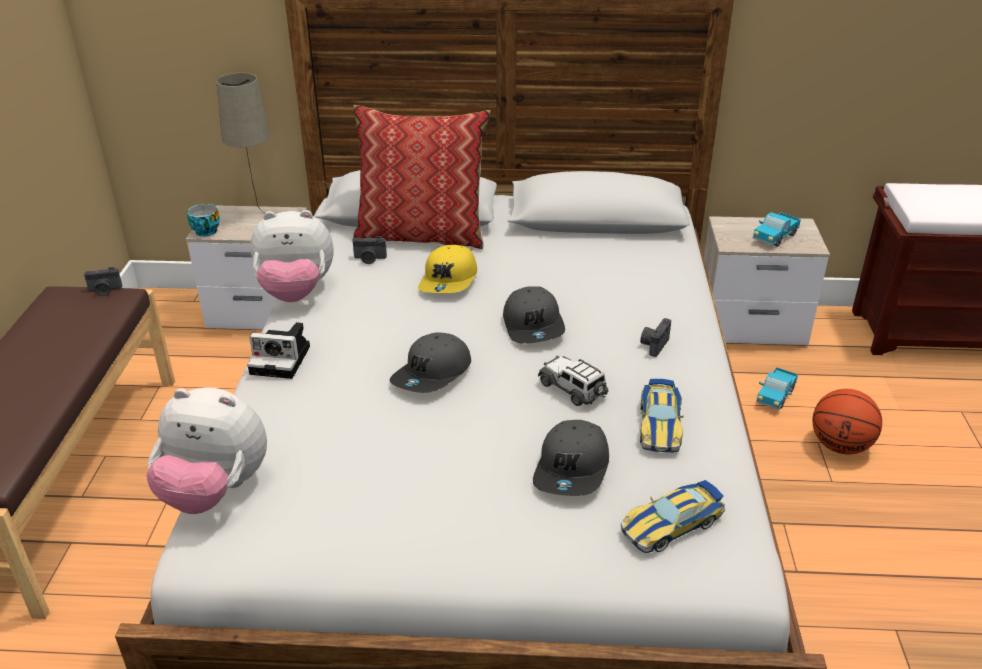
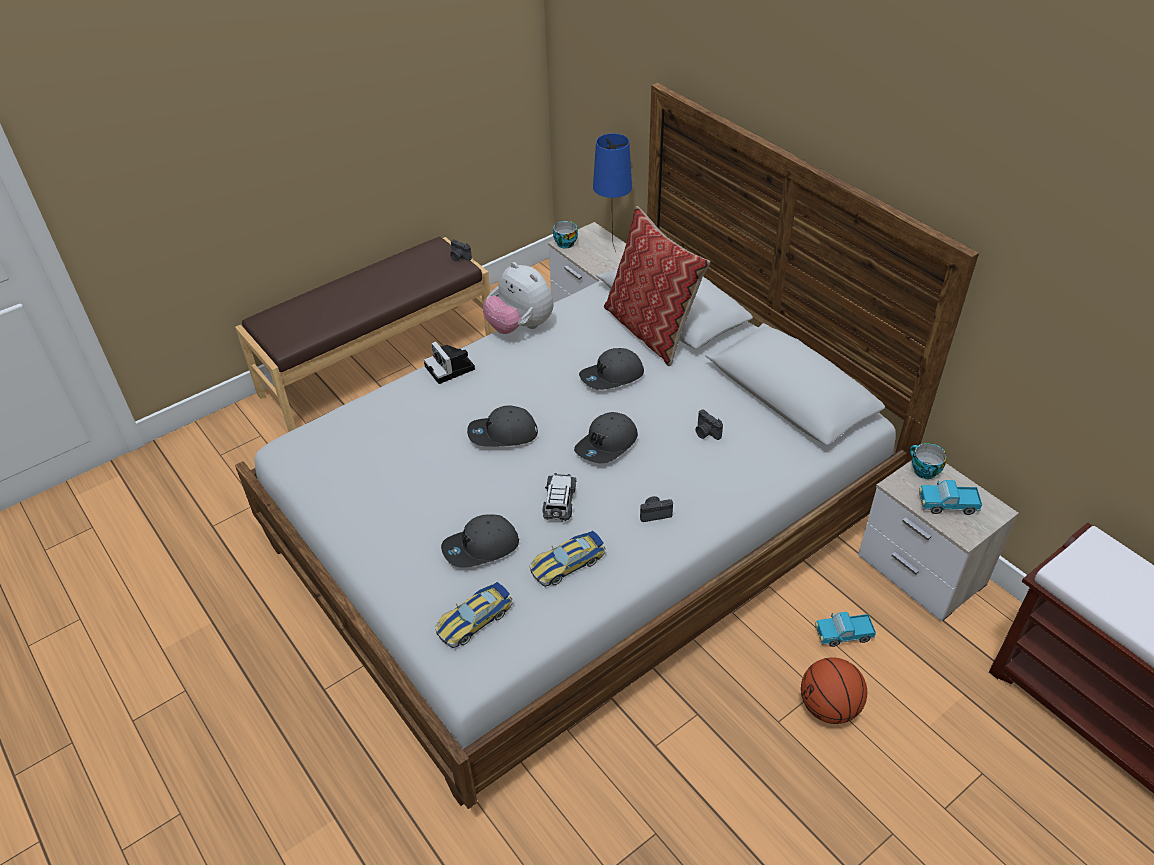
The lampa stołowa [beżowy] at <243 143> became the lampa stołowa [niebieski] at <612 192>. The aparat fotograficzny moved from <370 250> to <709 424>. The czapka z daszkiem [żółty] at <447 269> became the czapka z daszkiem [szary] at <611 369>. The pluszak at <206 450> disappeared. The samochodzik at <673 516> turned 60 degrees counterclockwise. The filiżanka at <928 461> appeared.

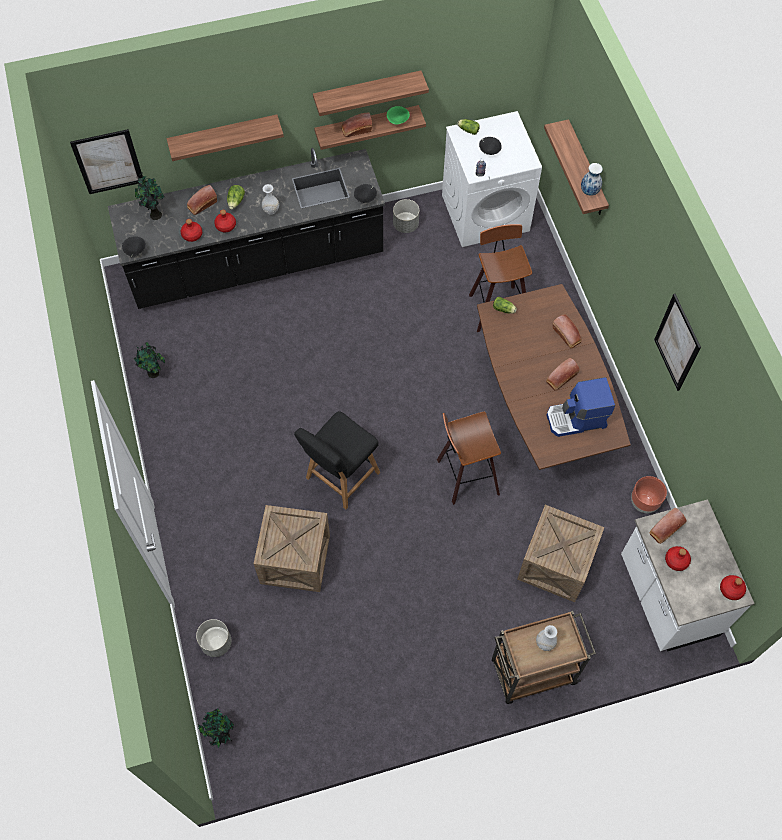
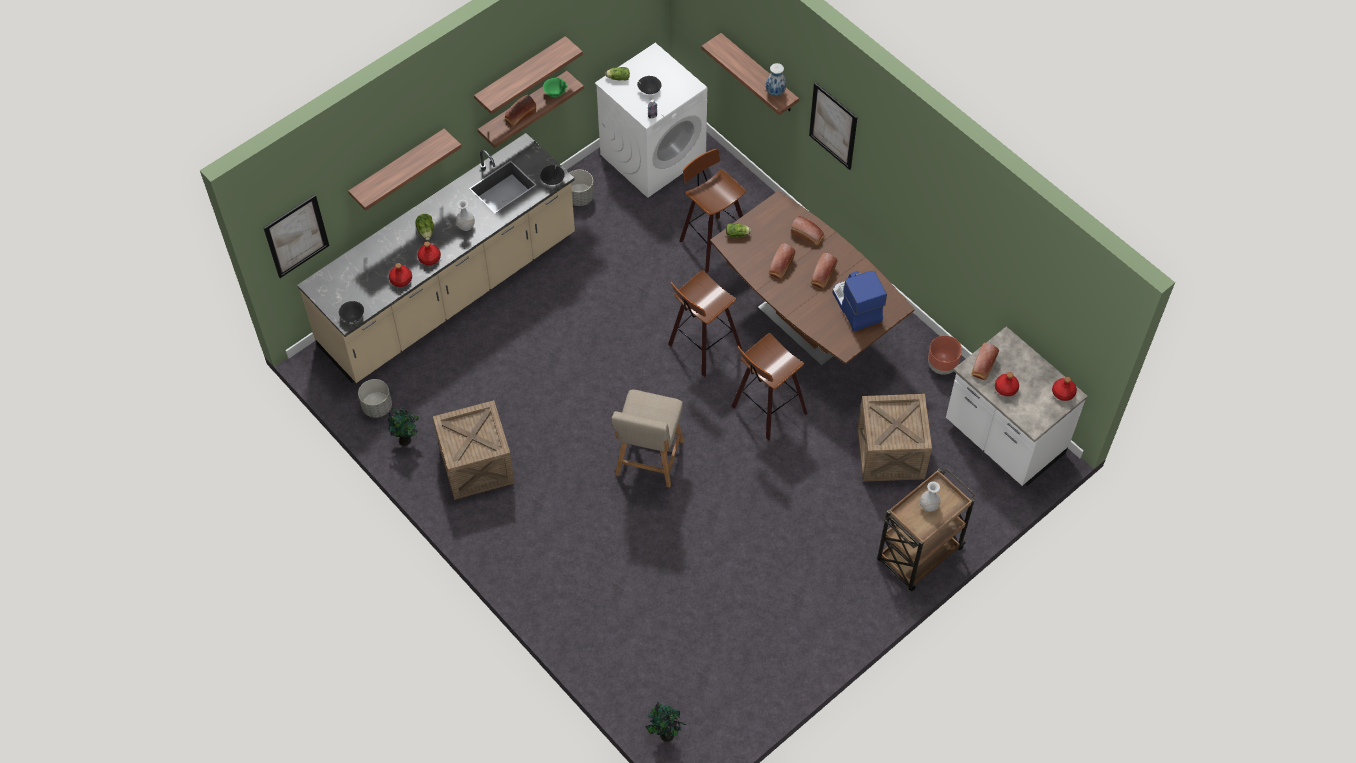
The zabudowa kuchenna [czarny] at <246 228> became the zabudowa kuchenna [beżowy] at <436 258>. The roślina doniczkowa at <149 196> disappeared. The chleb moved from <202 200> to <782 261>. The obraz moved from <677 342> to <833 126>. The ekspres do kawy at <580 407> turned 105 degrees clockwise. The krzesło [czarny] at <337 460> became the krzesło [beżowy] at <647 438>. The skrzynka moved from <292 548> to <474 450>. The donica [szary] moved from <213 638> to <375 398>. The stołek at <705 323> appeared.

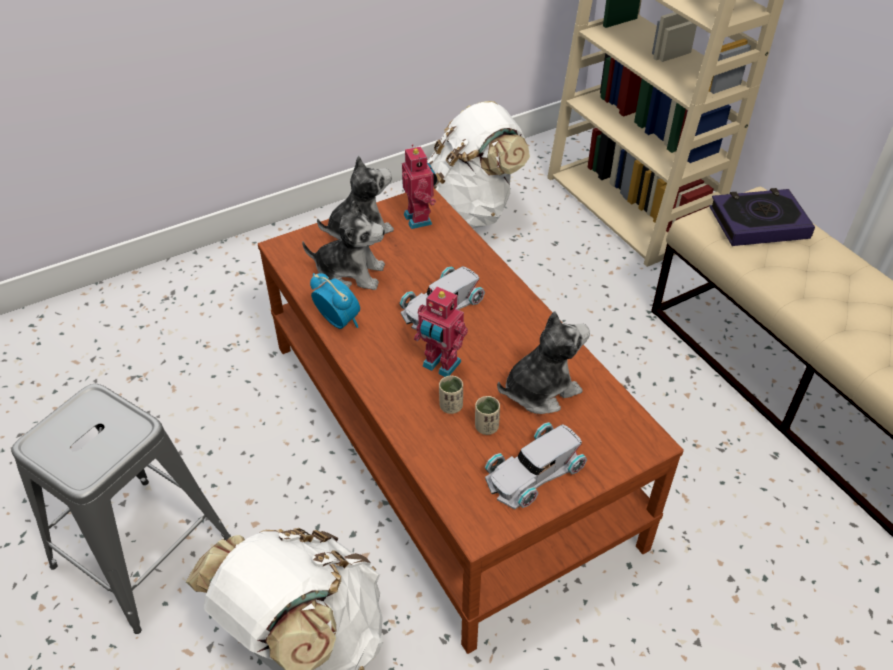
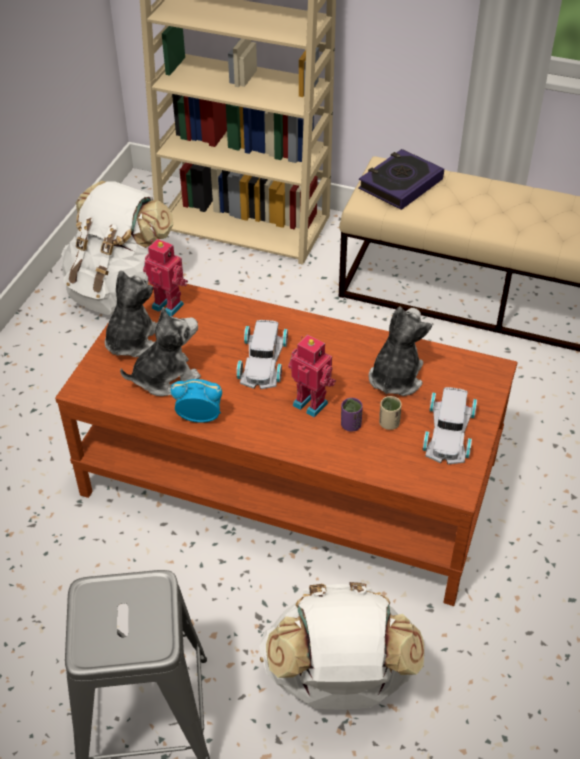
The robot zabawkowy at <441 332> turned 135 degrees counterclockwise. The filiżanka [beżowy] at <451 395> became the filiżanka [fioletowy] at <352 415>.

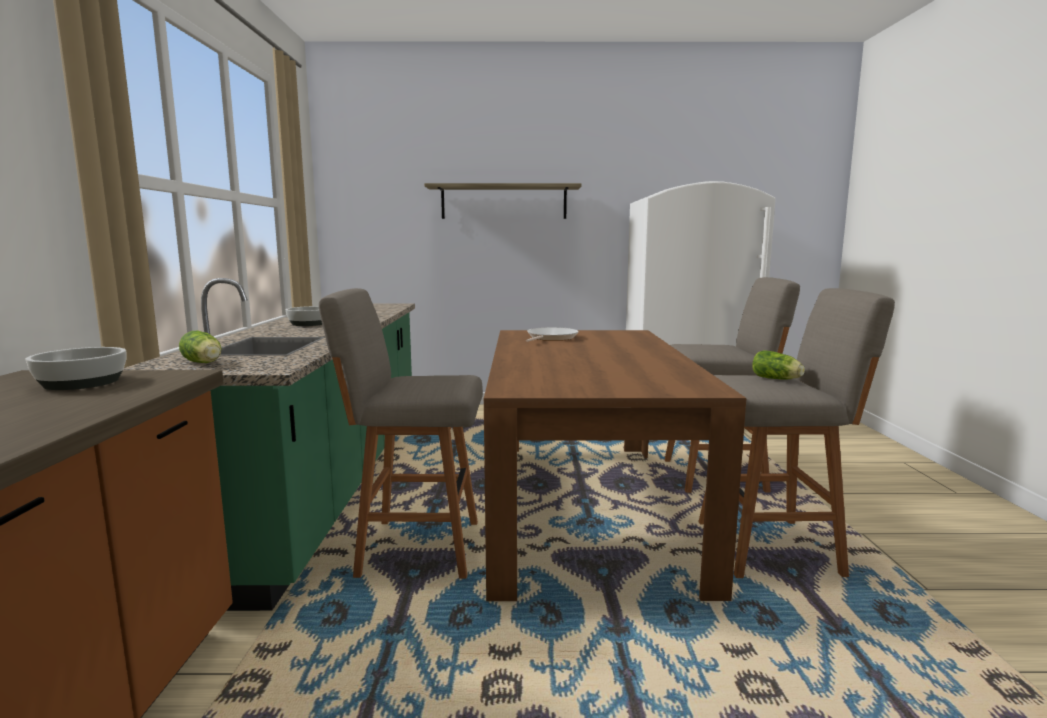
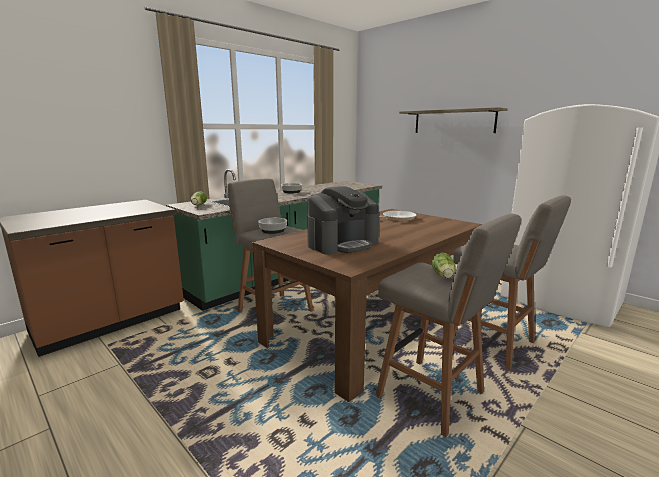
The miska moved from <75 368> to <272 226>. The ekspres do kawy at <343 220> appeared.

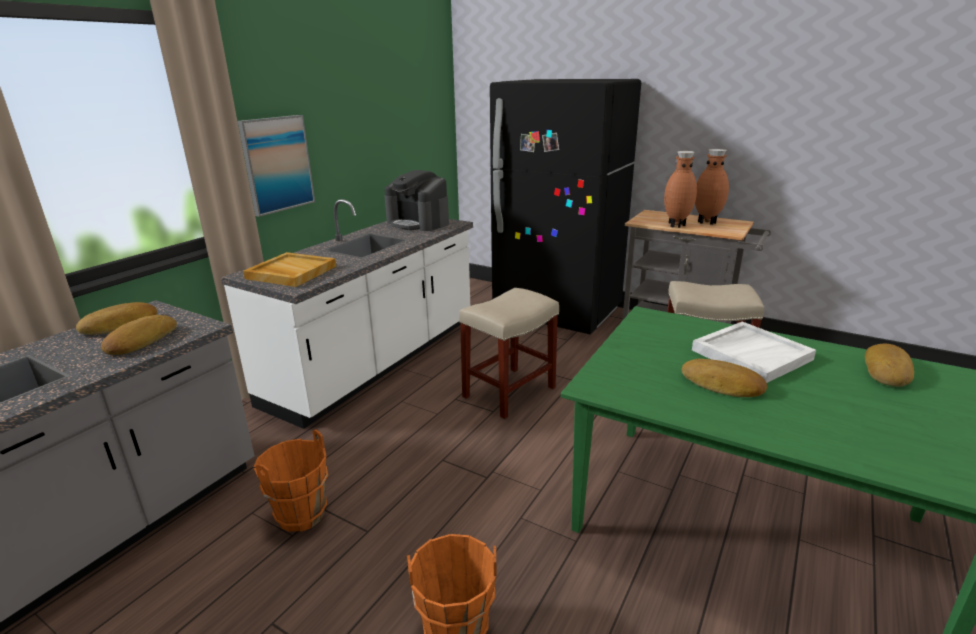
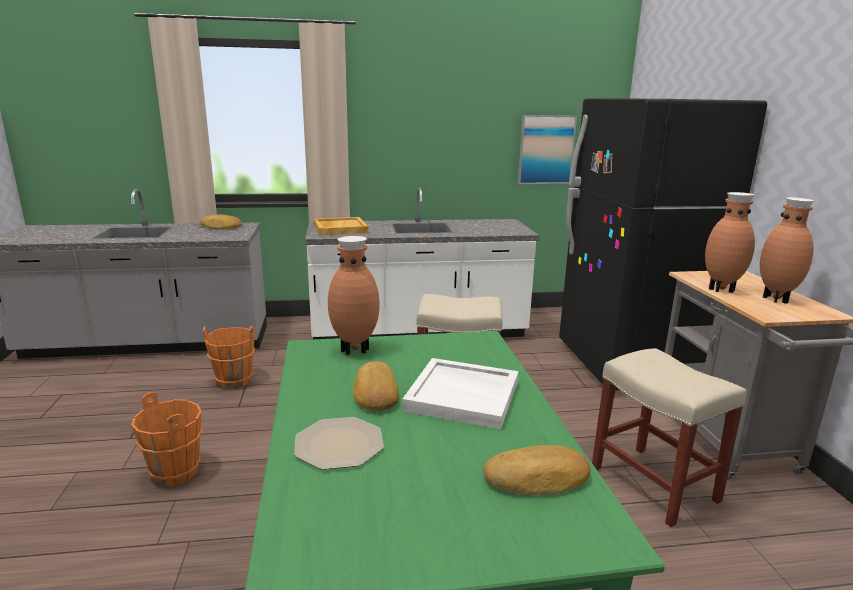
The obraz moved from <276 166> to <547 149>. The ekspres do kawy at <416 200> disappeared. The chleb at <139 335> disappeared. The wazon [brązowy] at <354 295> appeared. The talerz at <339 443> appeared.

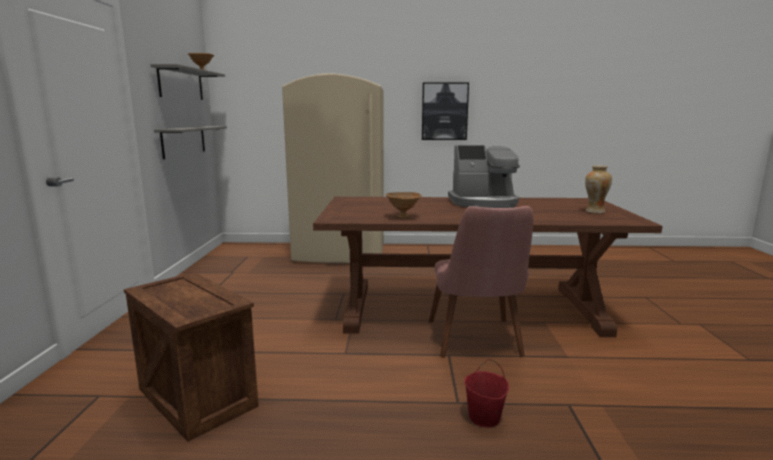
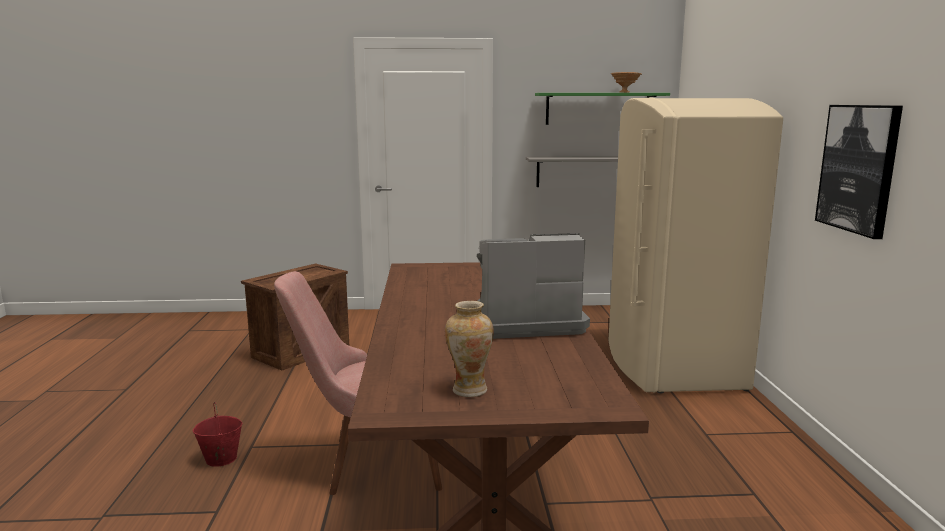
The półka [szary] at <187 82> became the półka [zielony] at <602 109>. The ekspres do kawy at <484 176> turned 90 degrees clockwise. The miska [brązowy] at <403 205> disappeared.

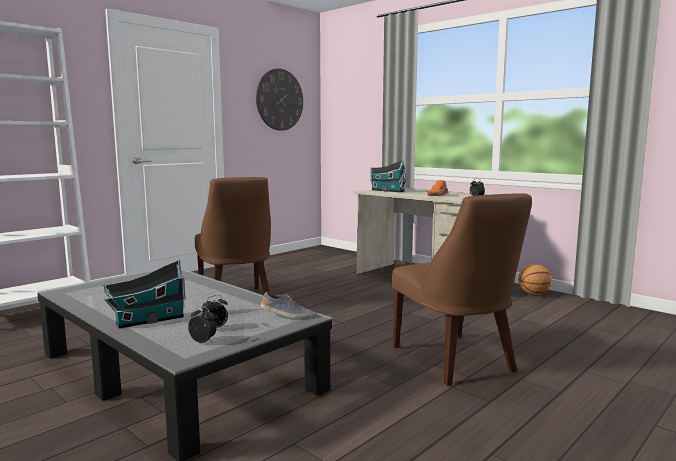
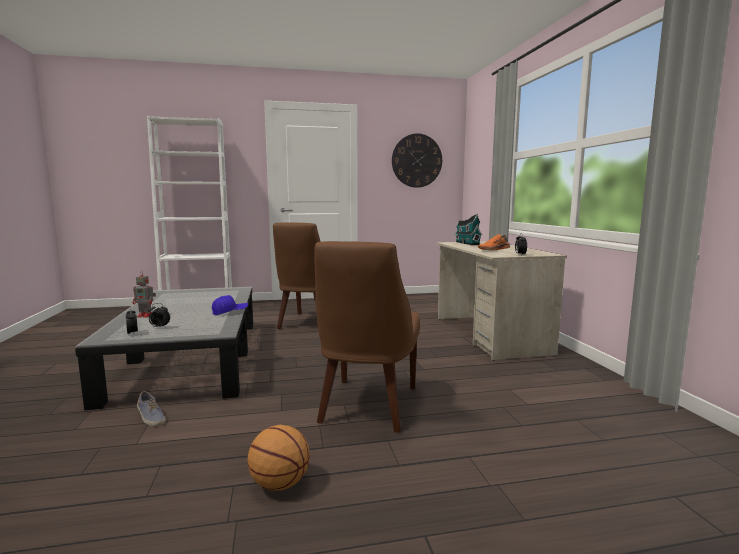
The domek at <144 294> was replaced by the robot zabawkowy at <144 294>. The piłka do koszykówki moved from <535 279> to <278 458>. The but moved from <287 305> to <151 408>. The czapka z daszkiem [niebieski] at <230 305> appeared.

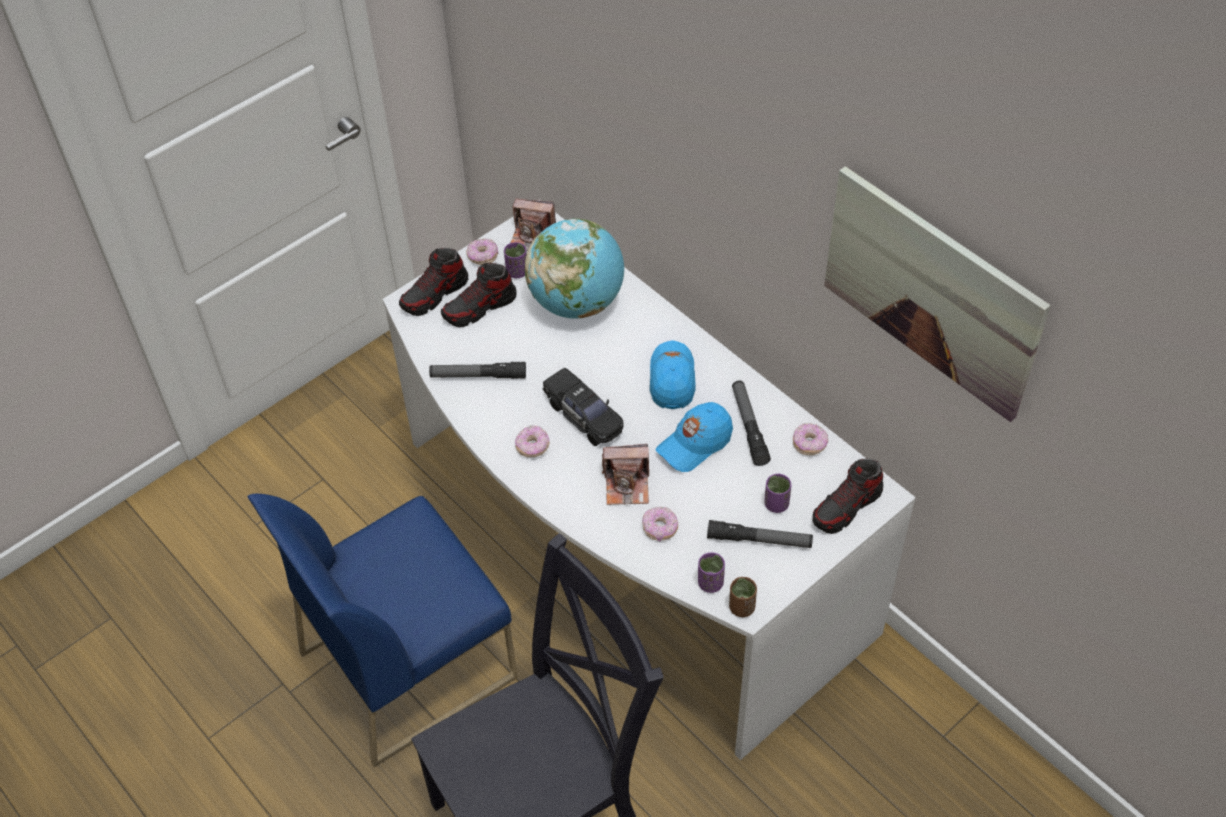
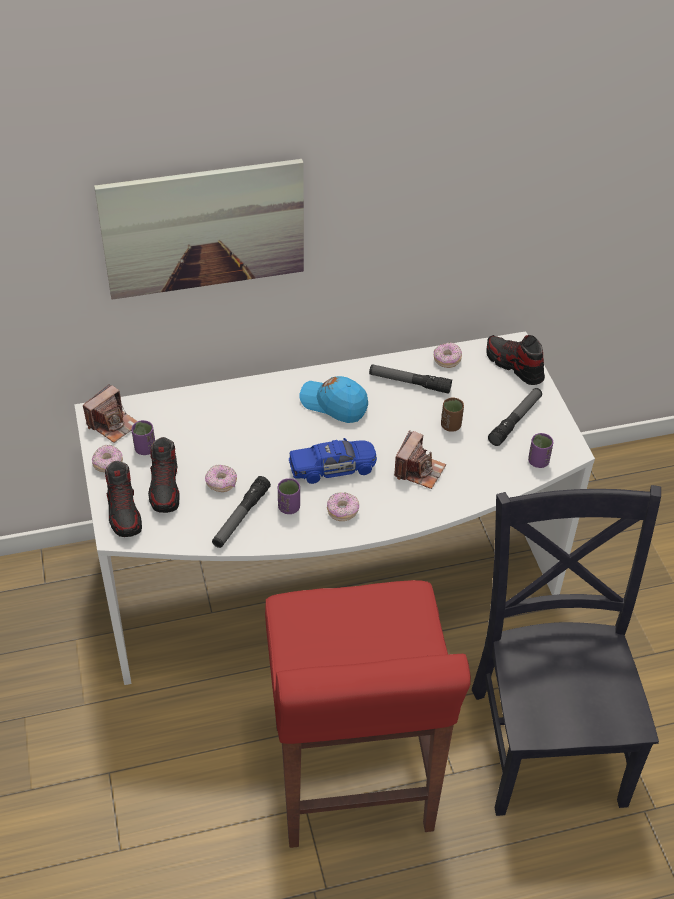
The obraz moved from <937 294> to <199 229>. The globus at <574 268> disappeared. The samochodzik [czarny] at <583 407> became the samochodzik [niebieski] at <333 461>. The czapka z daszkiem [niebieski] at <694 437> disappeared. The but at <848 496> turned 150 degrees clockwise. The filiżanka [fioletowy] moved from <778 493> to <289 496>. The krzesło [niebieski] at <382 630> was replaced by the stołek [czerwony] at <368 714>. The donut moved from <660 524> to <221 478>. The filiżanka [brązowy] moved from <743 597> to <452 414>.

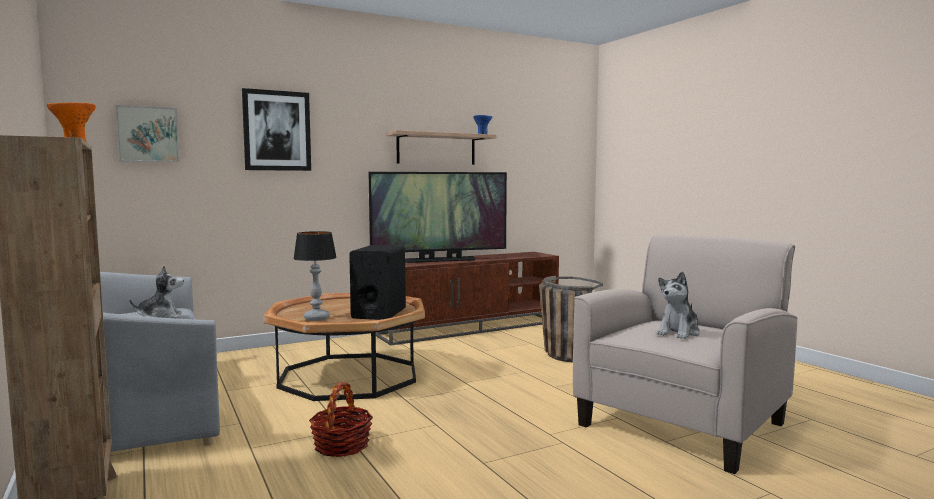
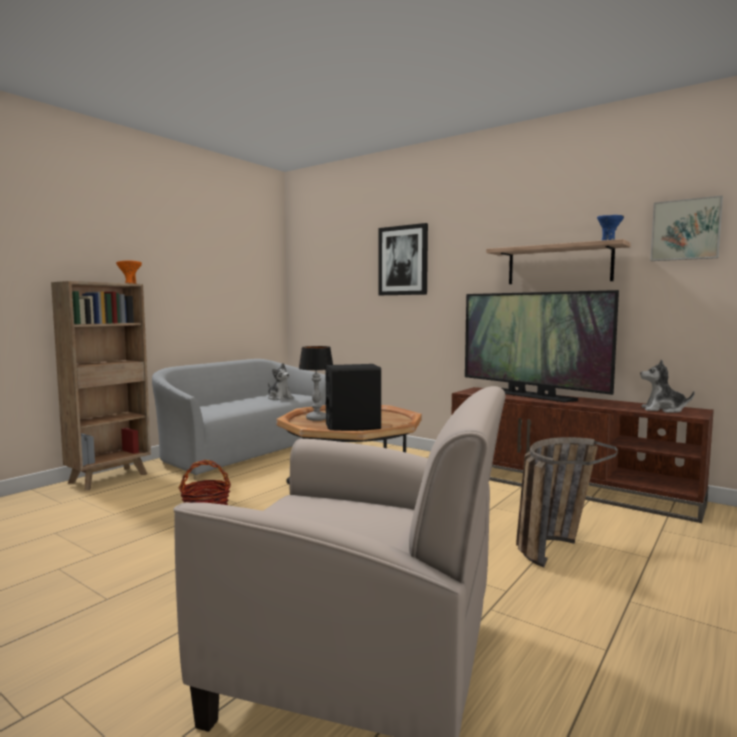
The obraz moved from <147 133> to <686 228>. The pluszak moved from <678 305> to <667 386>.

